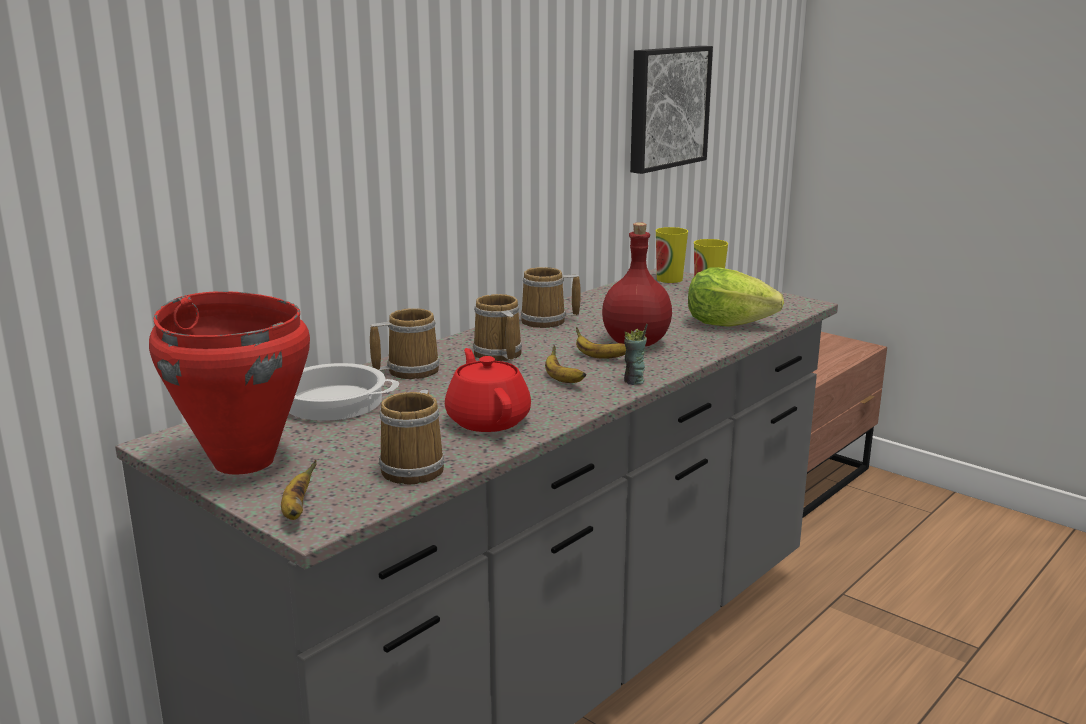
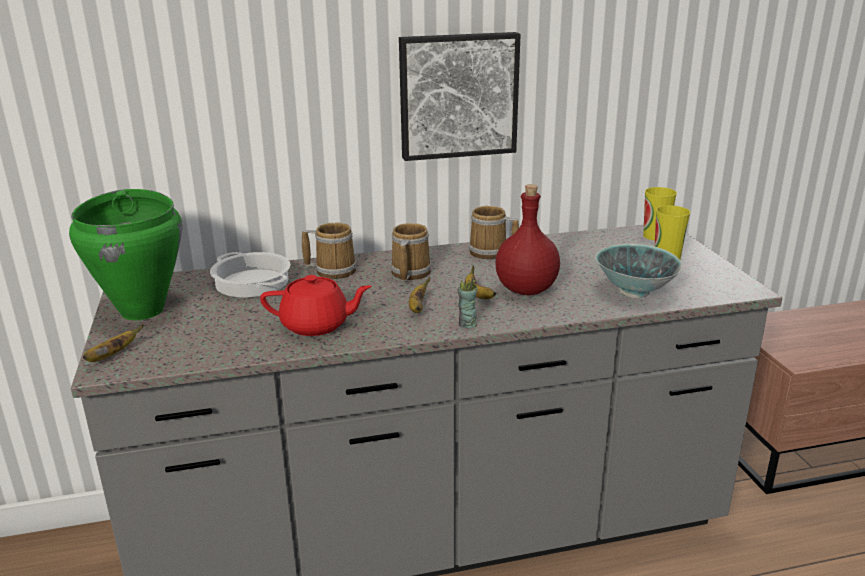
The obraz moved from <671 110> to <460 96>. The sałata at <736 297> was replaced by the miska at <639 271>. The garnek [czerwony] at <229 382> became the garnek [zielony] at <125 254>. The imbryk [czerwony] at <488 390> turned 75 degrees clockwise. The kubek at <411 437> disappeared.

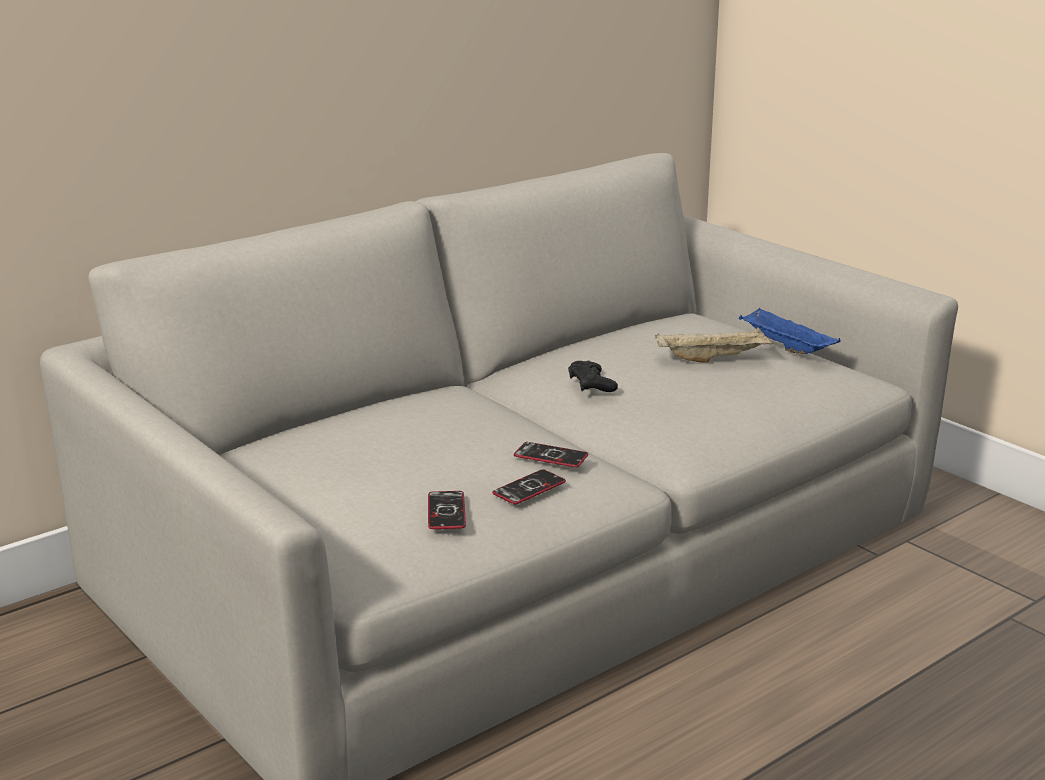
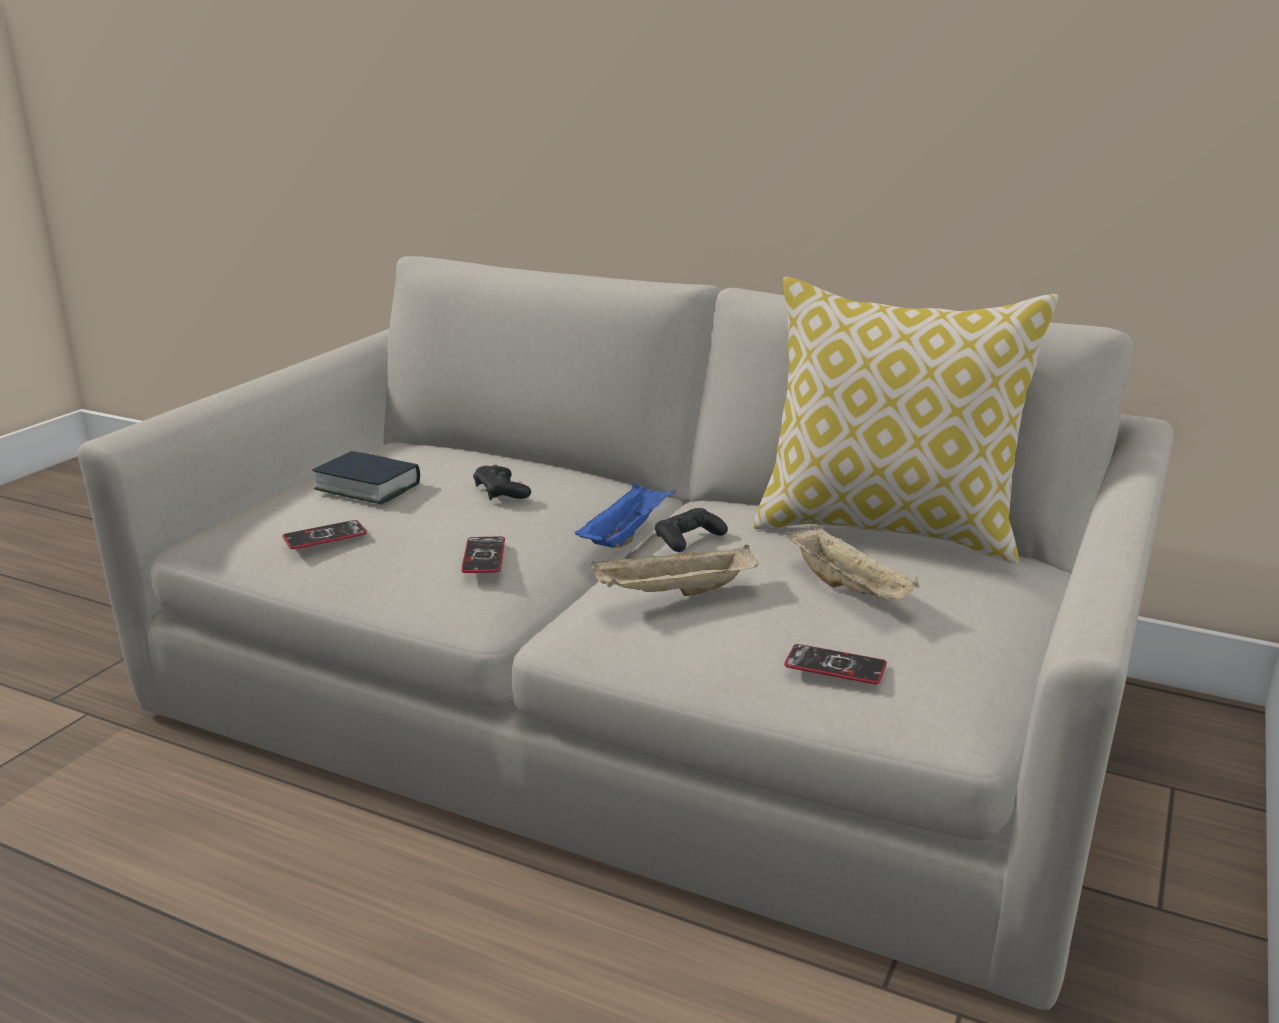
The taca [niebieski] moved from <790 330> to <625 515>. The telefon moved from <529 486> to <835 664>. The poduszka at <906 420> appeared. The książka at <366 477> appeared. The pad do gier [czarny] at <502 482> appeared. The taca [beżowy] at <675 570> appeared.

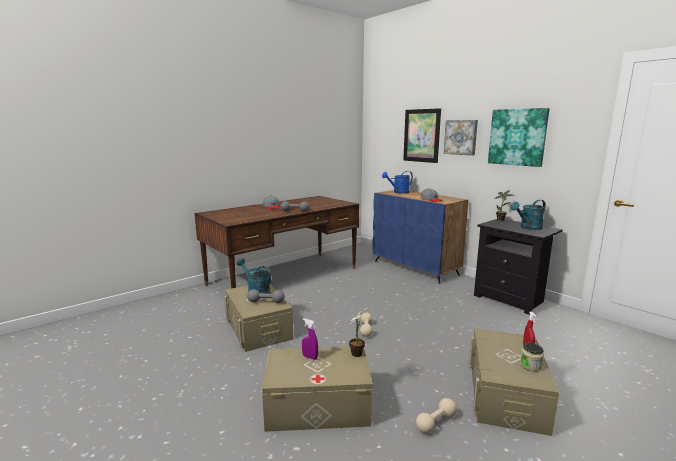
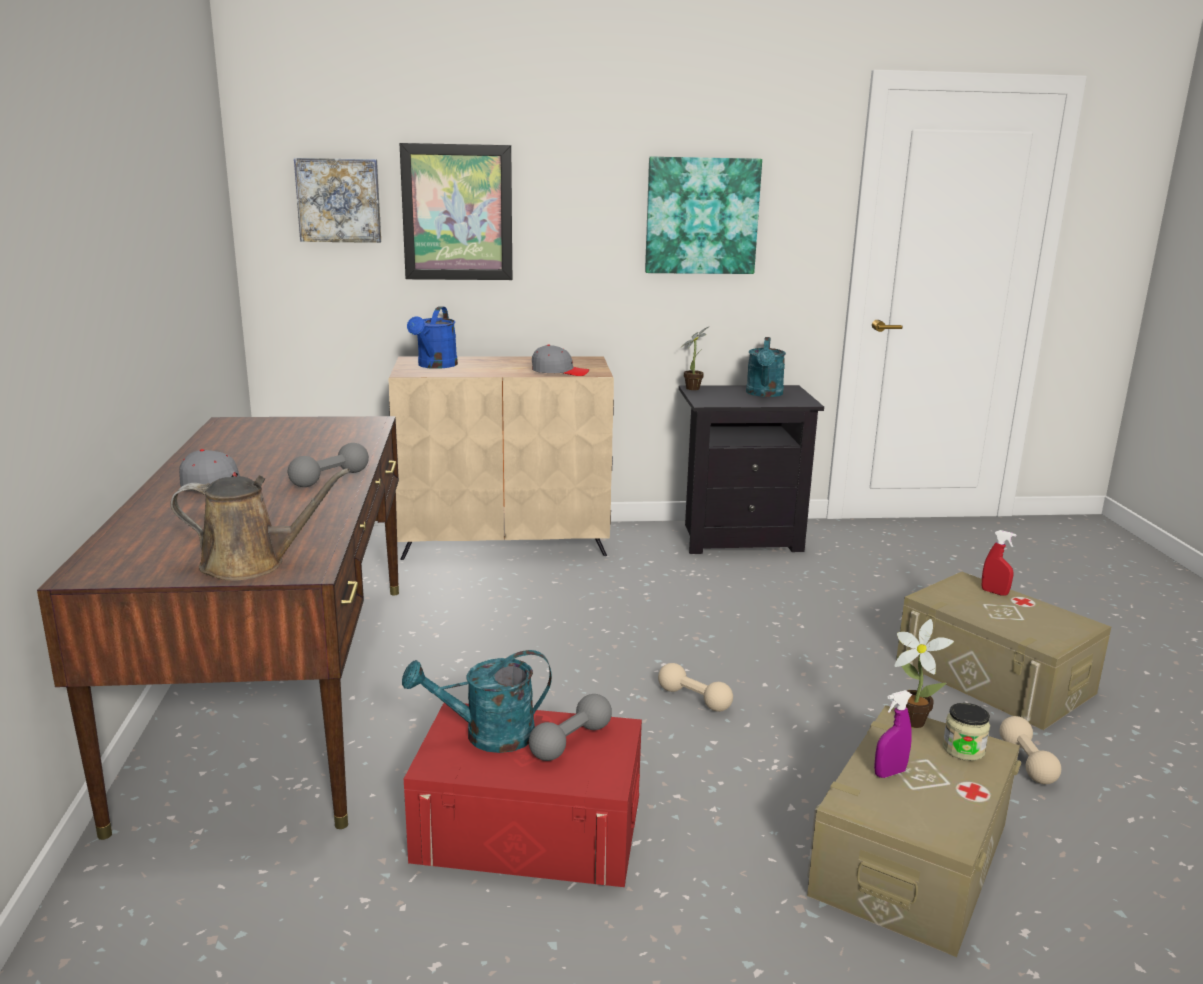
The obraz moved from <461 138> to <337 200>. The szafka [niebieski] at <420 237> became the szafka [beżowy] at <501 458>. The pojemnik do przechowywania [beżowy] at <259 318> became the pojemnik do przechowywania [czerwony] at <523 795>. The słoik moved from <532 357> to <966 732>. The konewka [brązowy] at <260 524> appeared.

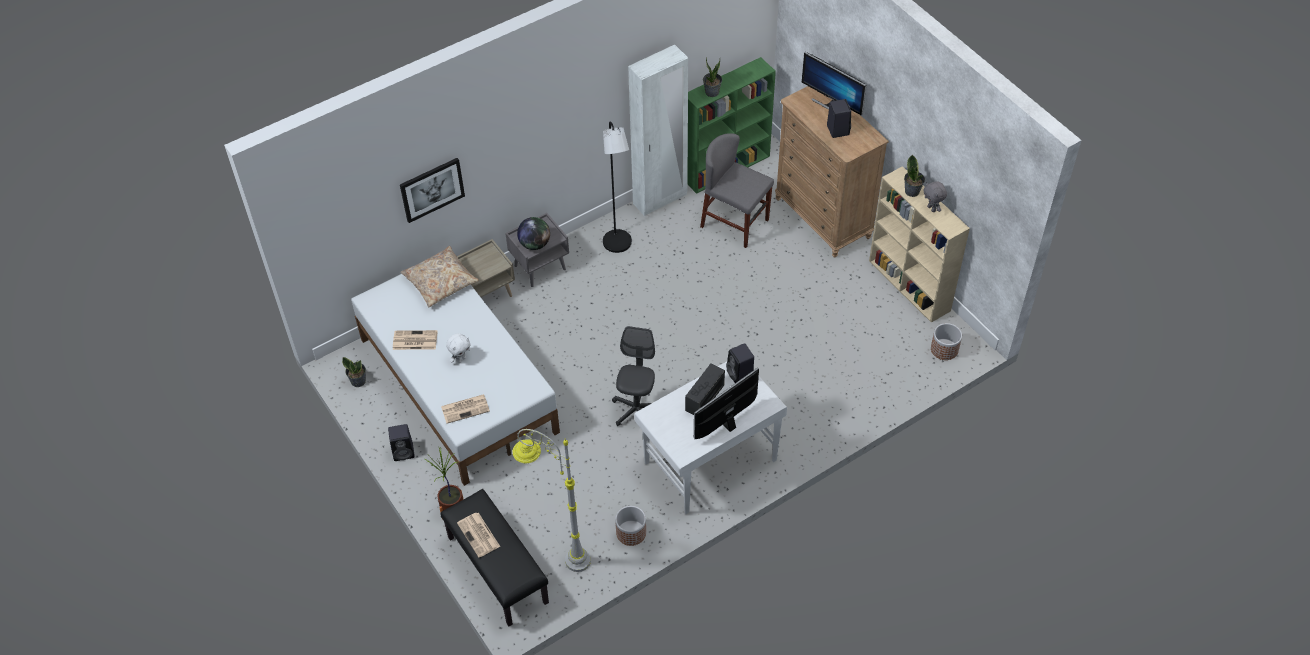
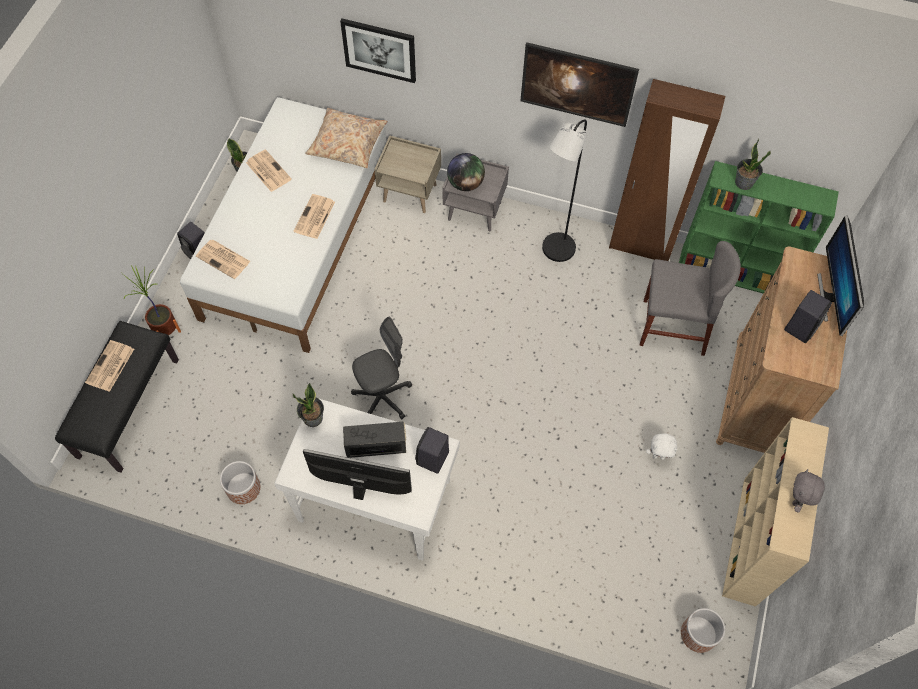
The szafa [biały] at <658 130> became the szafa [brązowy] at <667 170>. The krzesło [szary] at <737 190> turned 105 degrees clockwise. The roślina doniczkowa moved from <914 176> to <308 405>. The pluszak [biały] moved from <458 348> to <662 446>. The lampa stojąca [szary] at <551 500> disappeared. The obraz at <579 84> appeared. The gazeta at <314 216> appeared.

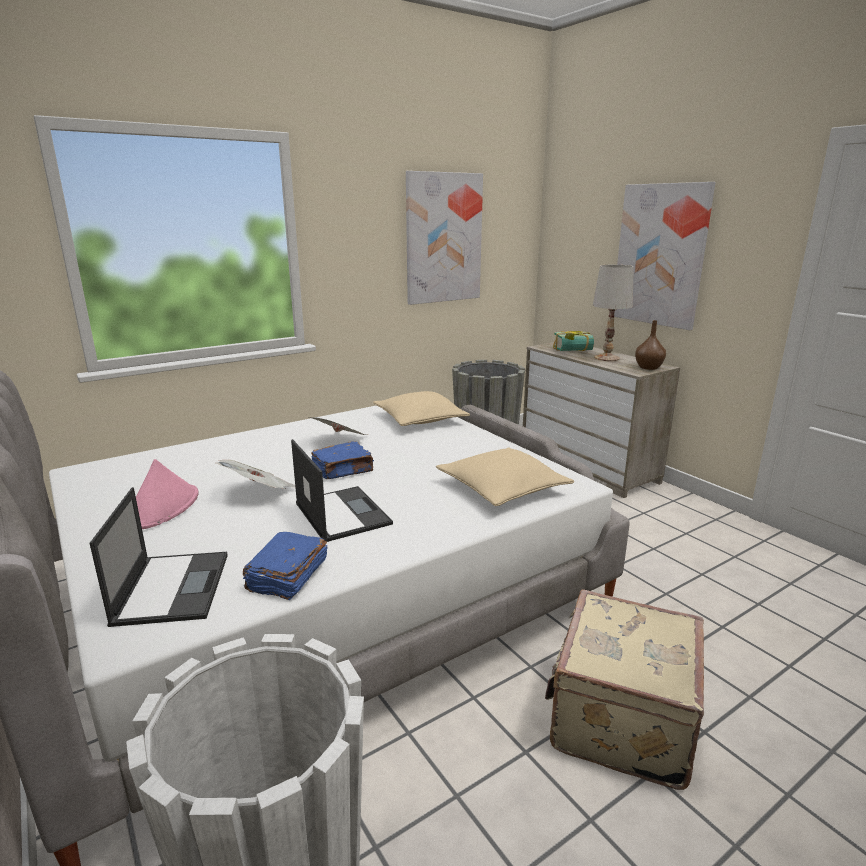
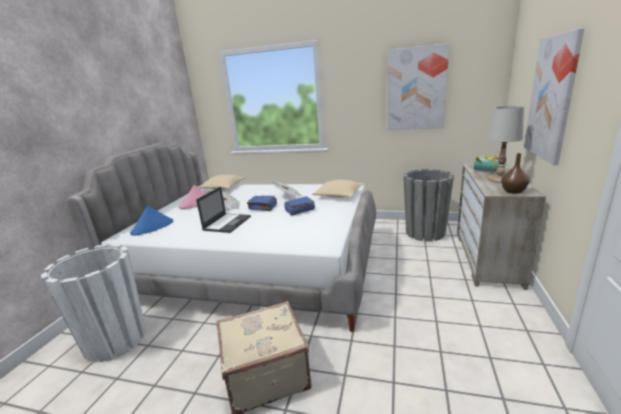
The poduszka [beżowy] moved from <505 477> to <222 182>. The laptop at <158 557> was replaced by the kapelusz [niebieski] at <151 220>. The książka [niebieski] moved from <285 566> to <299 206>.

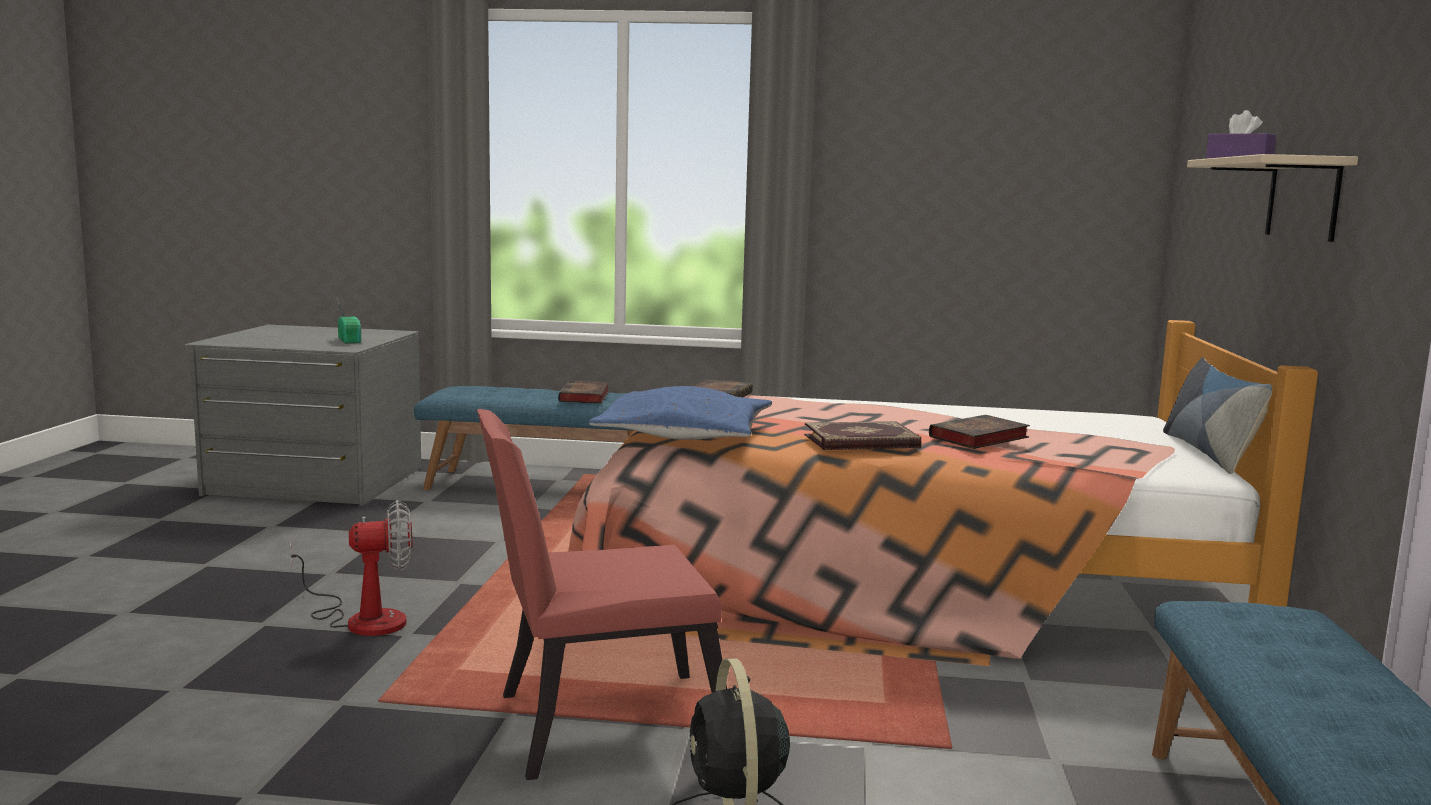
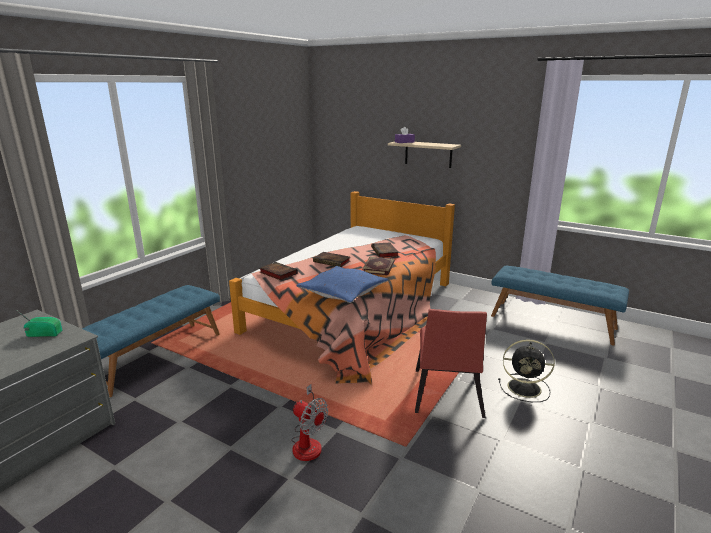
The poduszka at <1217 415> disappeared. The książka moved from <583 392> to <331 259>. The wentylator at <351 568> turned 120 degrees clockwise.

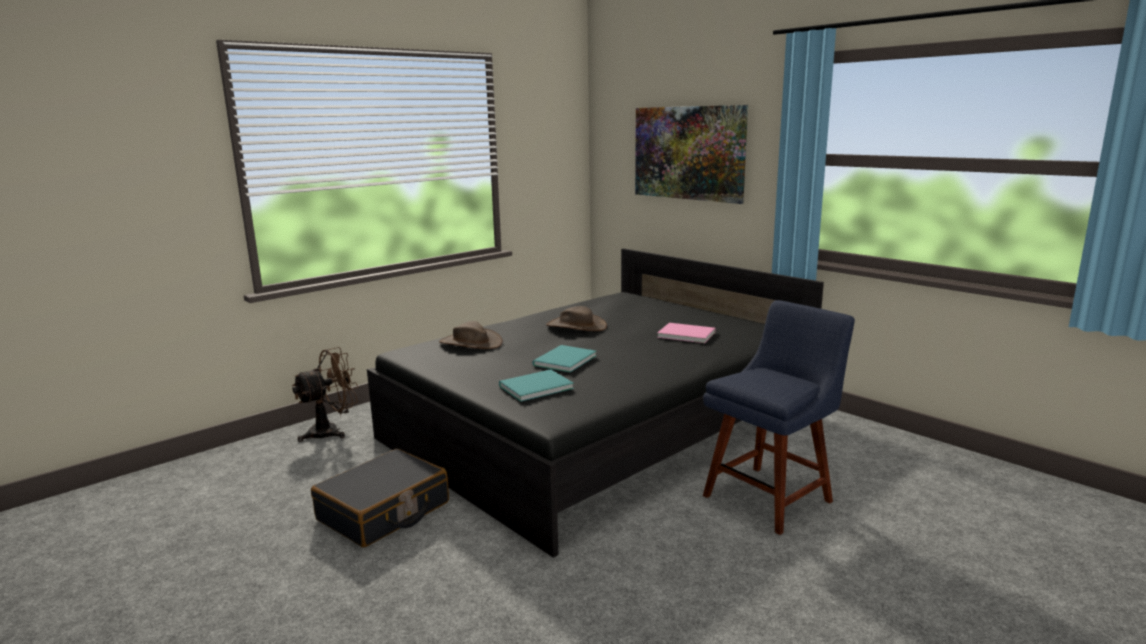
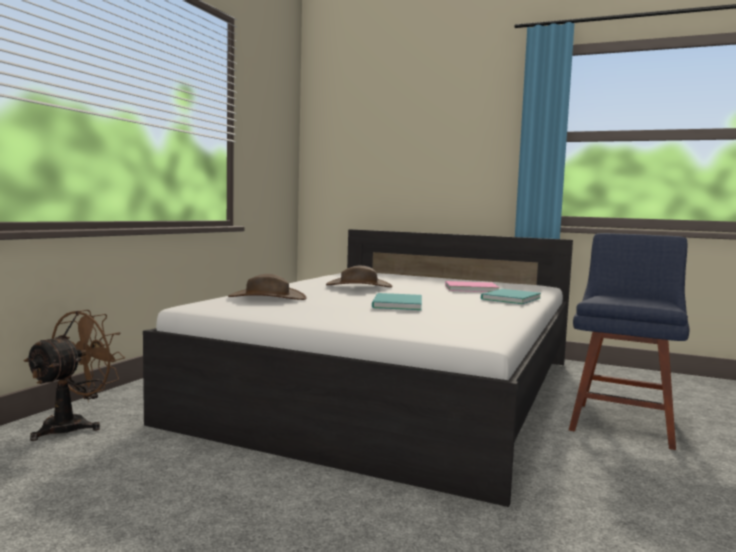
The obraz at <691 154> disappeared. The łóżko [czarny] at <595 403> became the łóżko [biały] at <358 368>. The książka [turkusowy] moved from <536 385> to <511 296>. The walizka [czarny] at <380 498> disappeared.

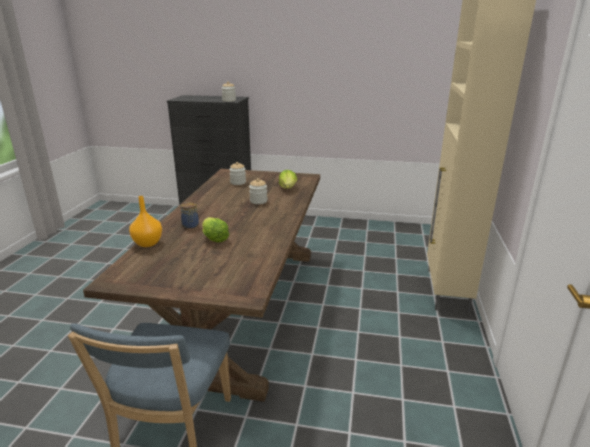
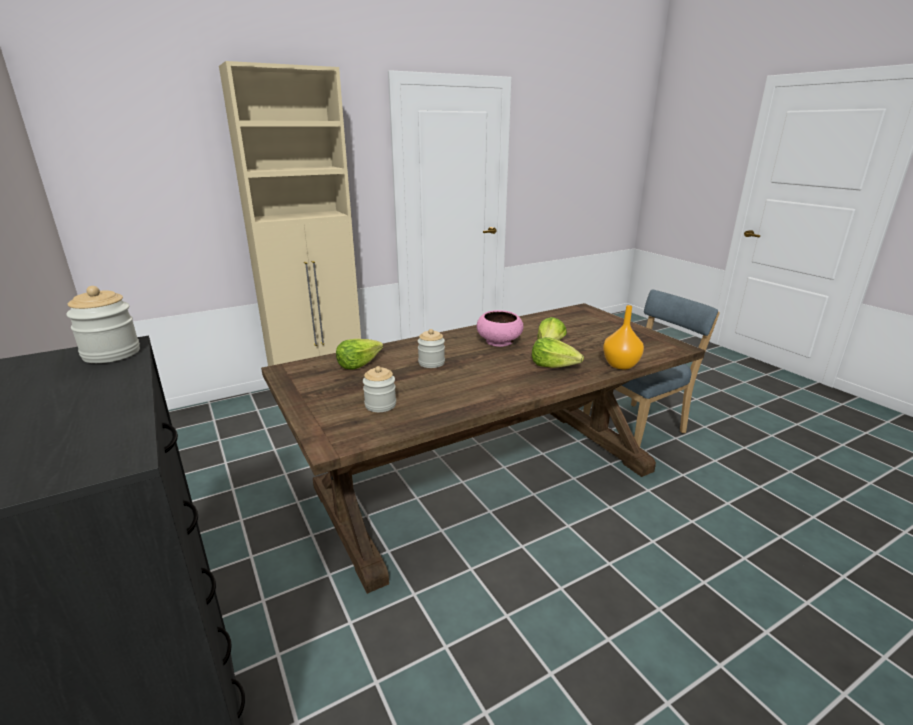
The słoik at <190 215> was replaced by the sałata at <557 352>. The miska [różowy] at <500 328> appeared.

